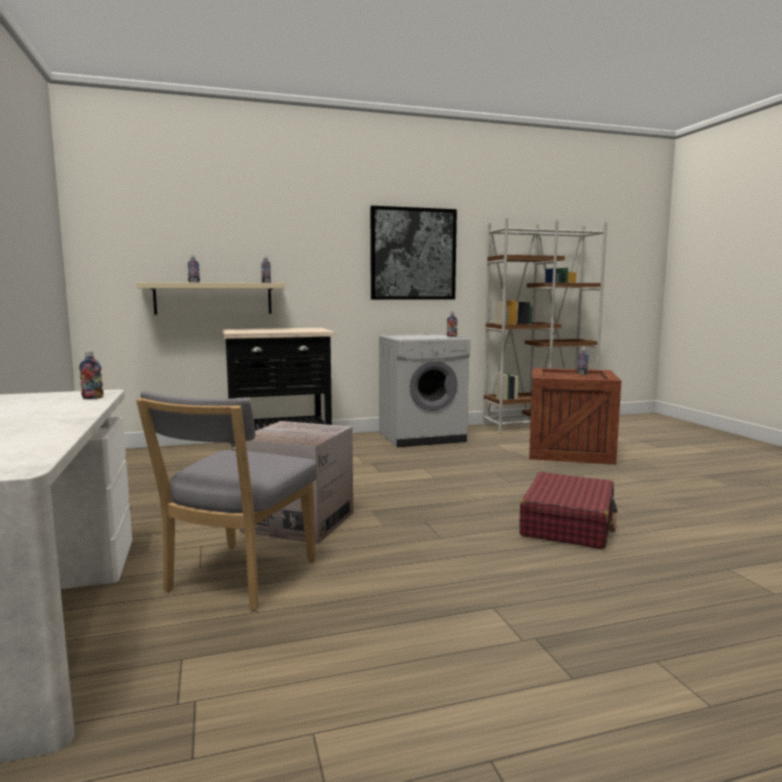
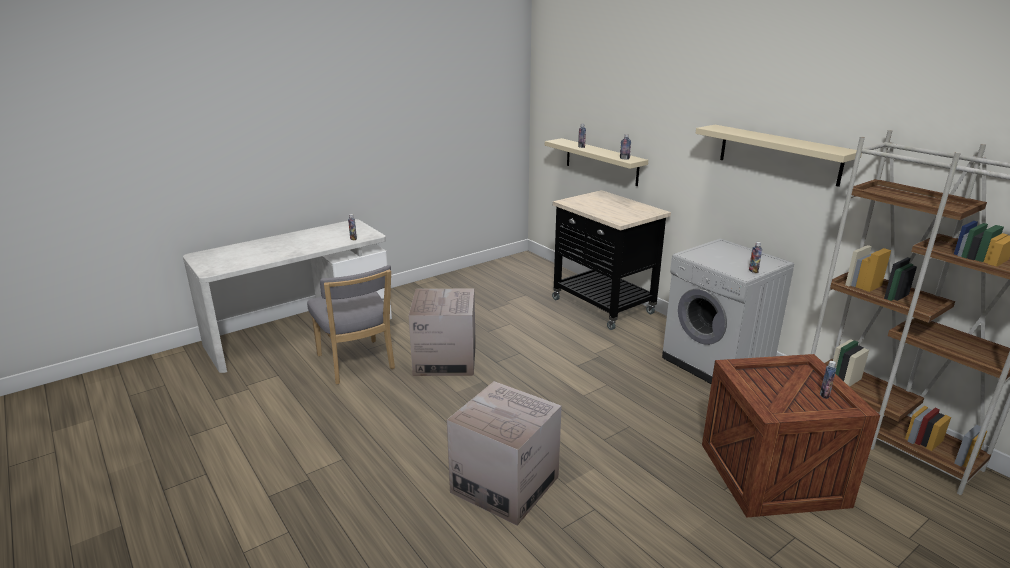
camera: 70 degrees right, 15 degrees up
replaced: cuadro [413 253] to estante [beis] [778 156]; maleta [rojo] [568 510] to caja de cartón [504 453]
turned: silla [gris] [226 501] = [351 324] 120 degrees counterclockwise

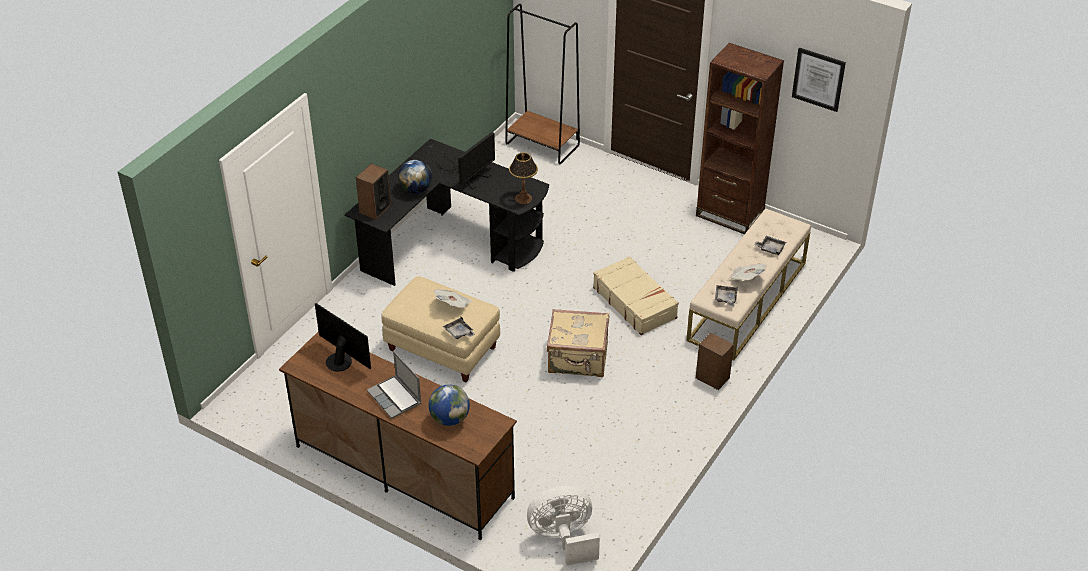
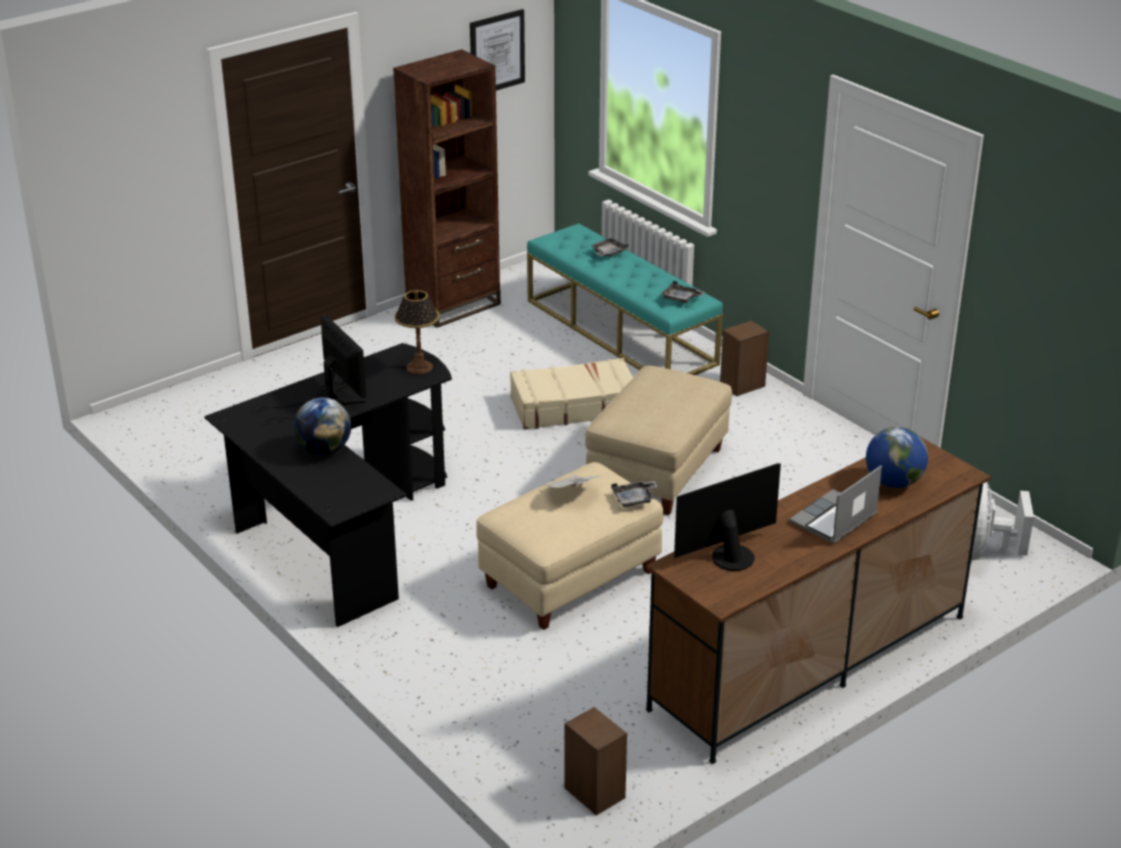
camera: 70 degrees left, 10 degrees down
removed: perchero [542 84]; periódico [748 271]
moved: altavoz [373 191] to [595 761]
replaced: maleta [beis] [578 343] to puf [beis] [658 440]
recoloured: banco [beis] [748 284] to banco [turquesa] [625 299]
turned: portátil [394 385] = [835 504] 150 degrees clockwise

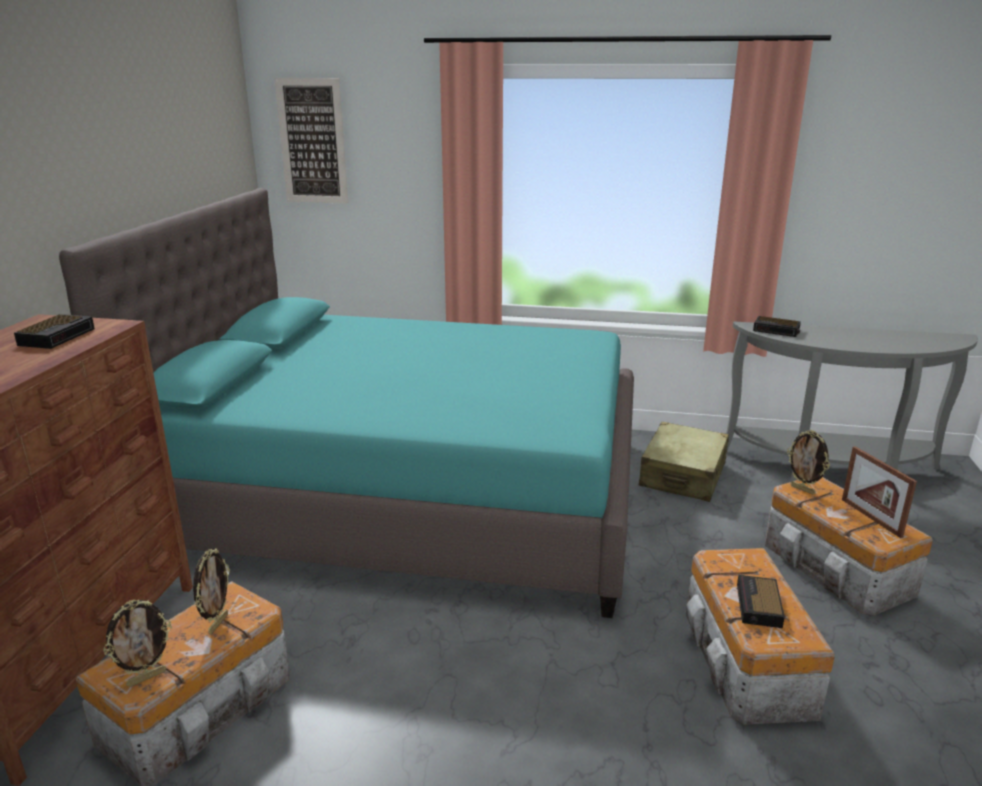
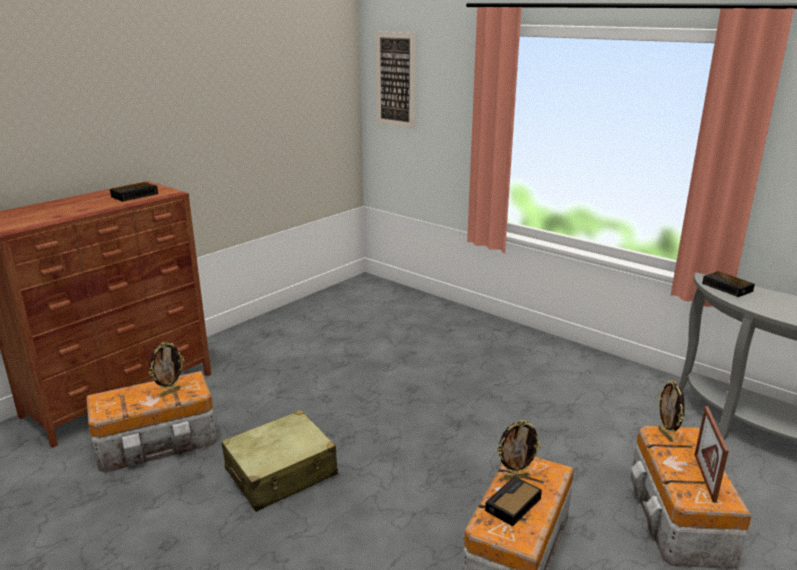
camera: 30 degrees right, 0 degrees up
removed: cama [turquesa] [346 403]
moved: portarretratos [137 643] to [519 450]; maleta [beis] [684 462] to [279 461]

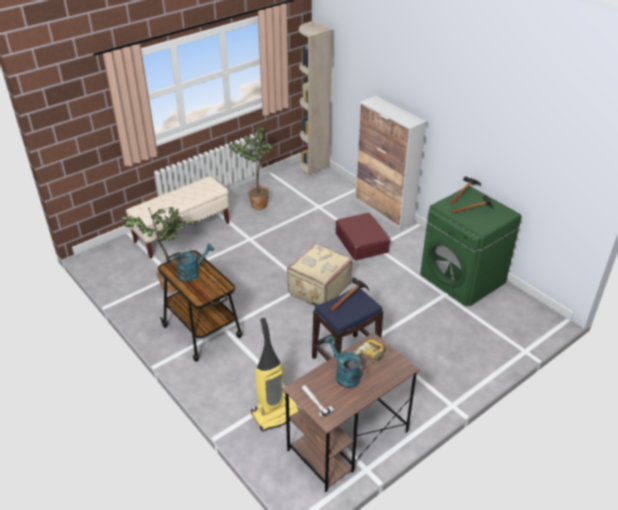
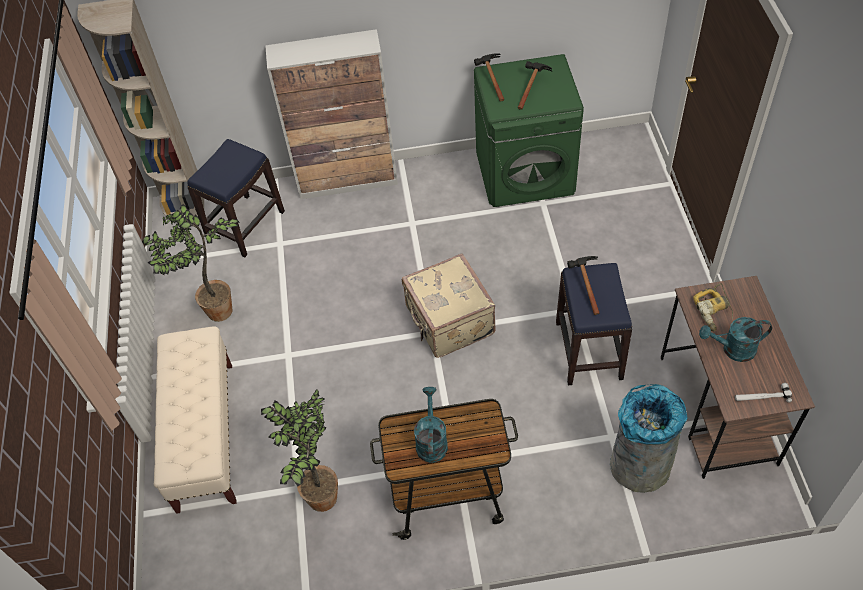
camera: 55 degrees left, 15 degrees up
removed: maleta [rojo] [363 236]
added: taburete [236 198]
replaced: aspiradora [275 374] to papelera [gris] [649 438]

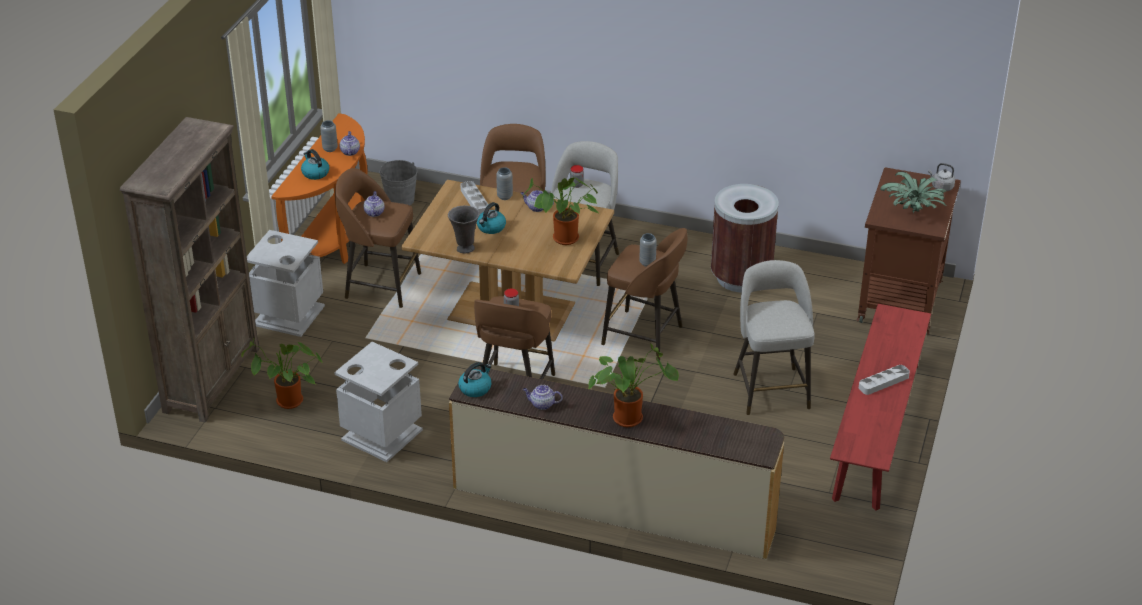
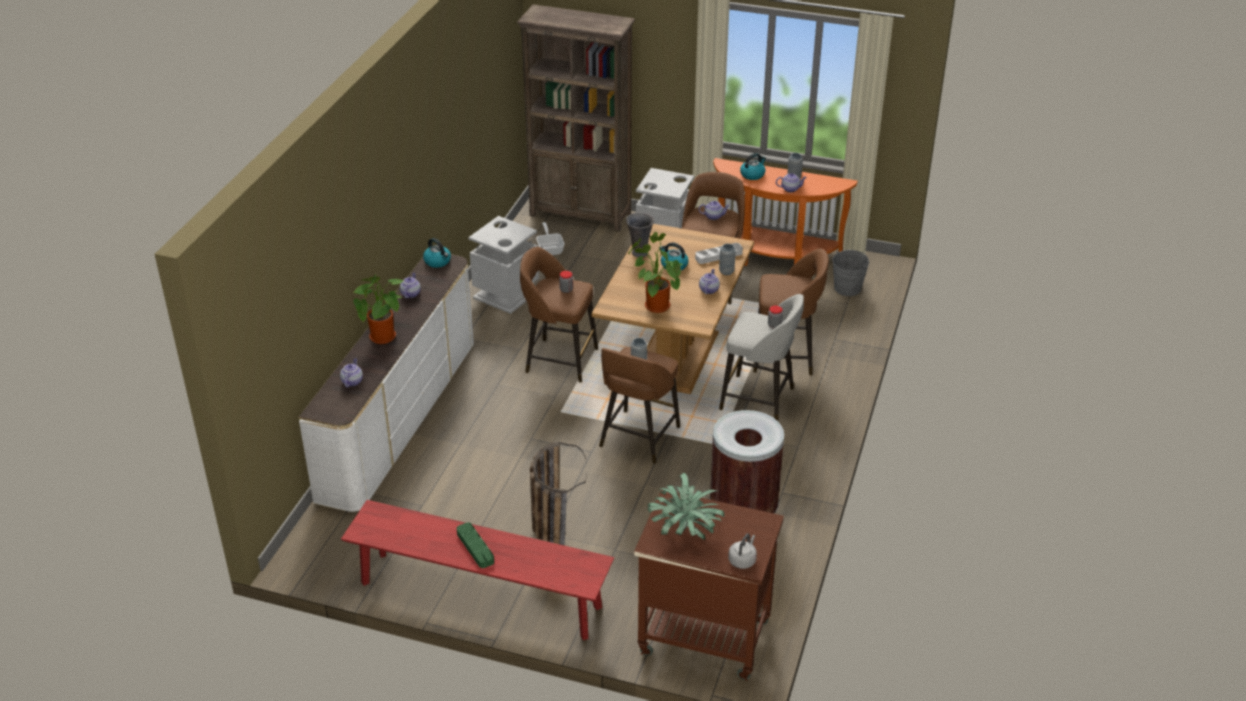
camera: 90 degrees right, 0 degrees up
added: tetera [351 373]
replaced: planta en maceta [282 373] to sartén [550 238]; taburete [gris] [774 337] to cesta [558 494]
recoloured: armario [marrón] [617 463] to armario [blanco] [386 383]; bandeja [gris] [884 380] to bandeja [verde] [475 545]

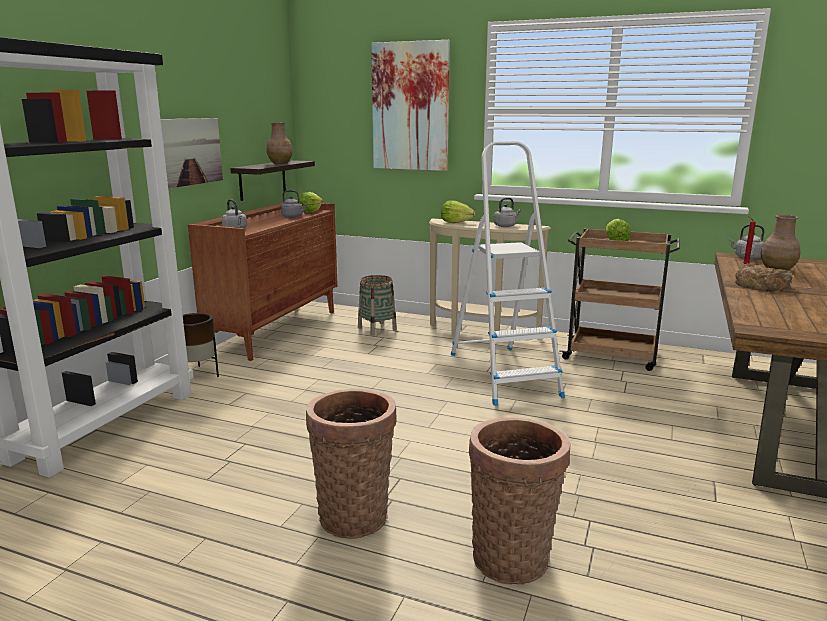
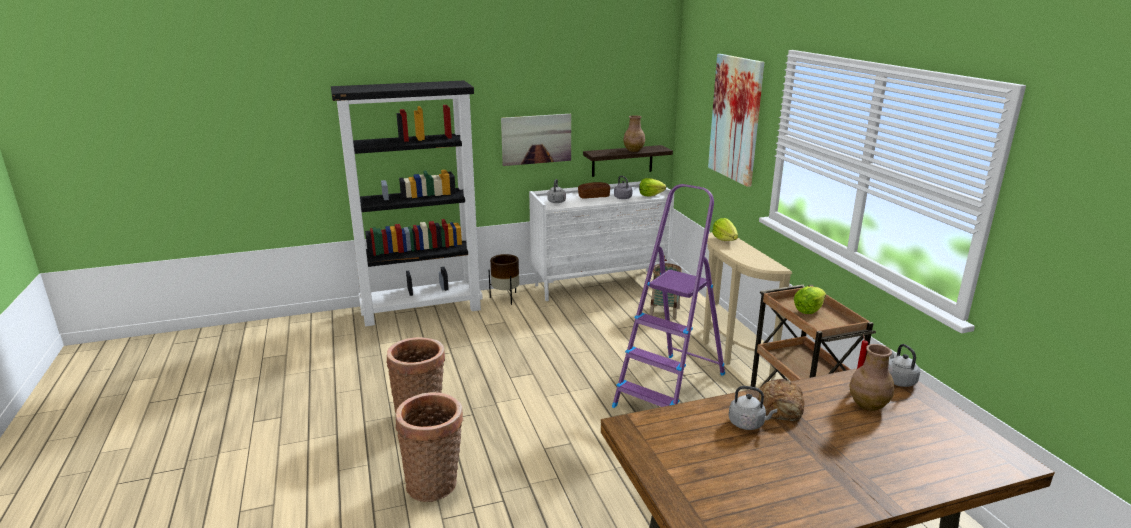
camera: 50 degrees right, 5 degrees up
added: pan [594 190]
moved: hervidor [gris] [507 212] to [753 408]
recoloured: armario [marrón] [263 282] to armario [blanco] [601 241]; escalera de tijera [blanco] [508 273] to escalera de tijera [morado] [668 296]

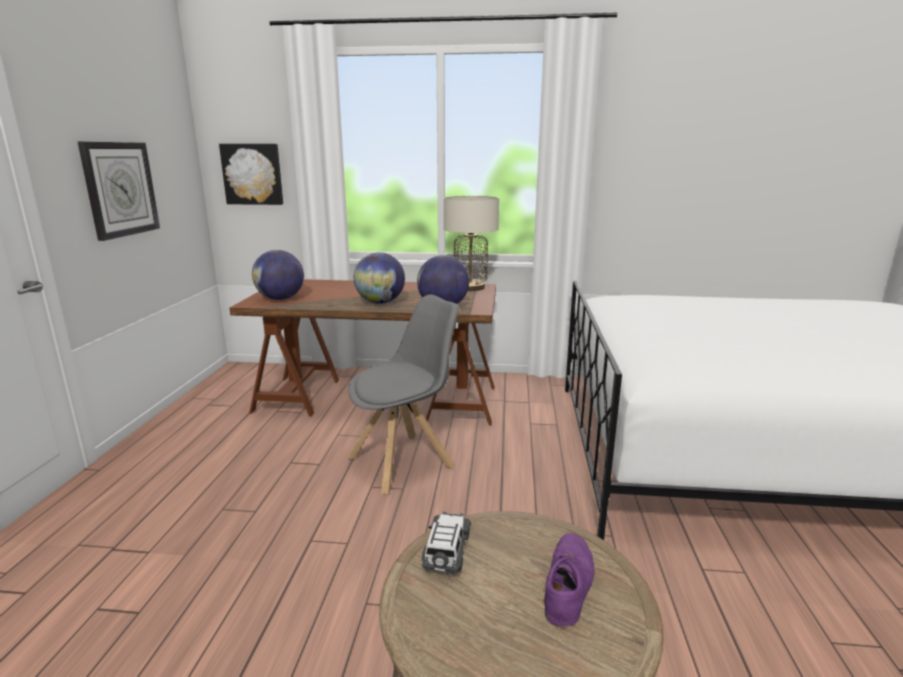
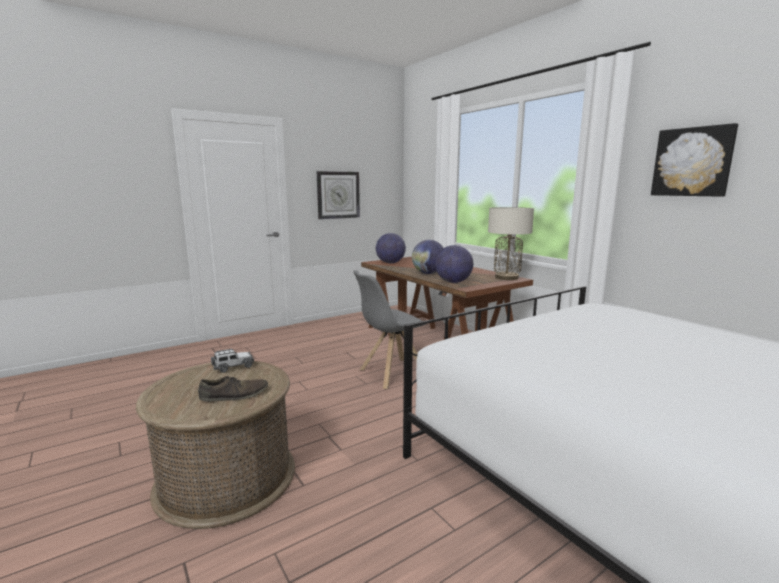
camera: 50 degrees right, 5 degrees down
moved: cuadro [251 174] to [694 160]
recoloured: zapato [morado] [569 579] to zapato [marrón] [233 389]
turned: silla [gris] [403 394] = [389 329] 135 degrees clockwise

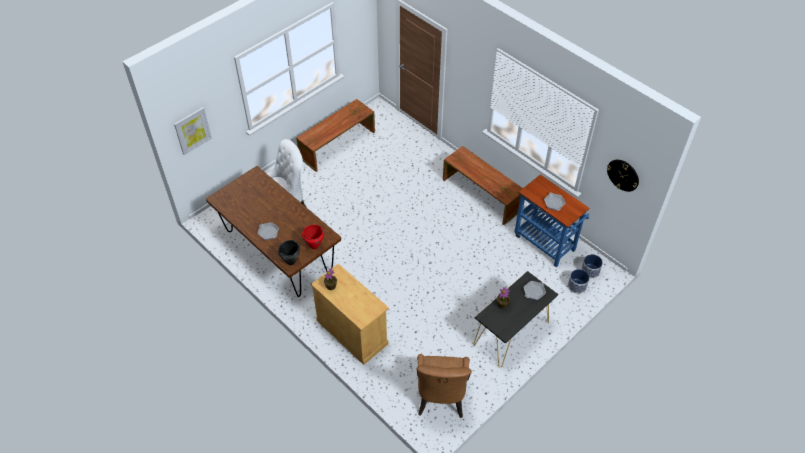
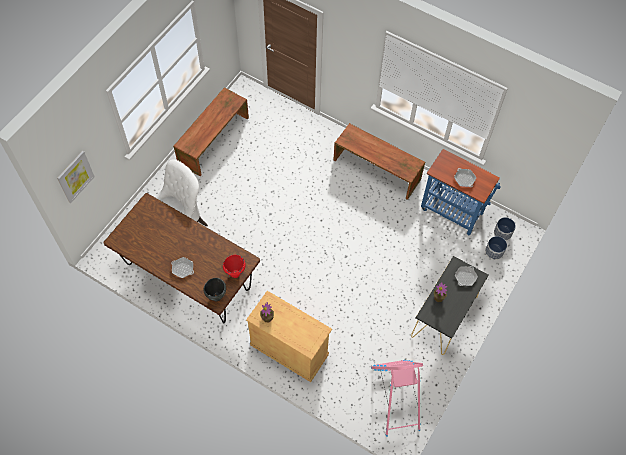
camera: 15 degrees left, 10 degrees up
removed: reloj de pared [623 175]
replaced: silla [marrón] [444 386] to escalera de tijera [rosa] [397 398]

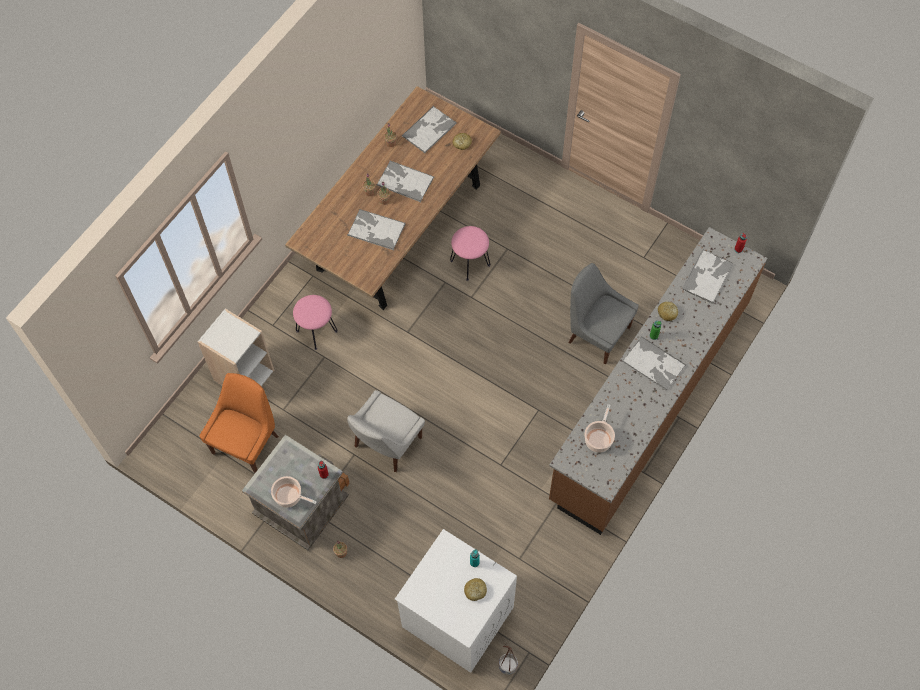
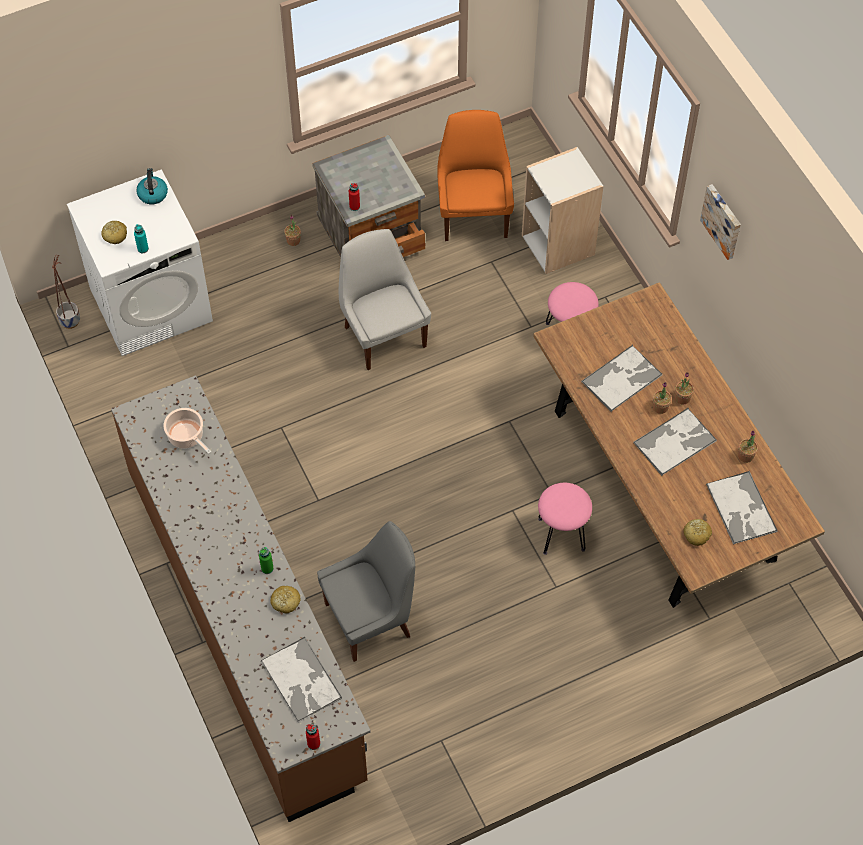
camera: 120 degrees right, 5 degrees down
removed: olla [294 492]; bandeja [654 363]
added: hervidor [152 186]; cuadro [720 222]
turned: silla [naranja] [239 423] = [475 175] 150 degrees counterclockwise

